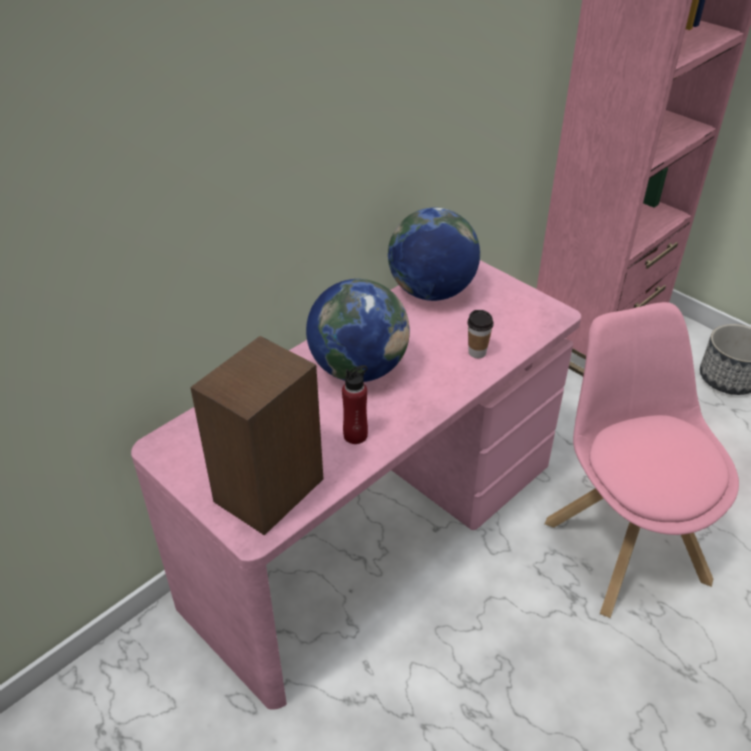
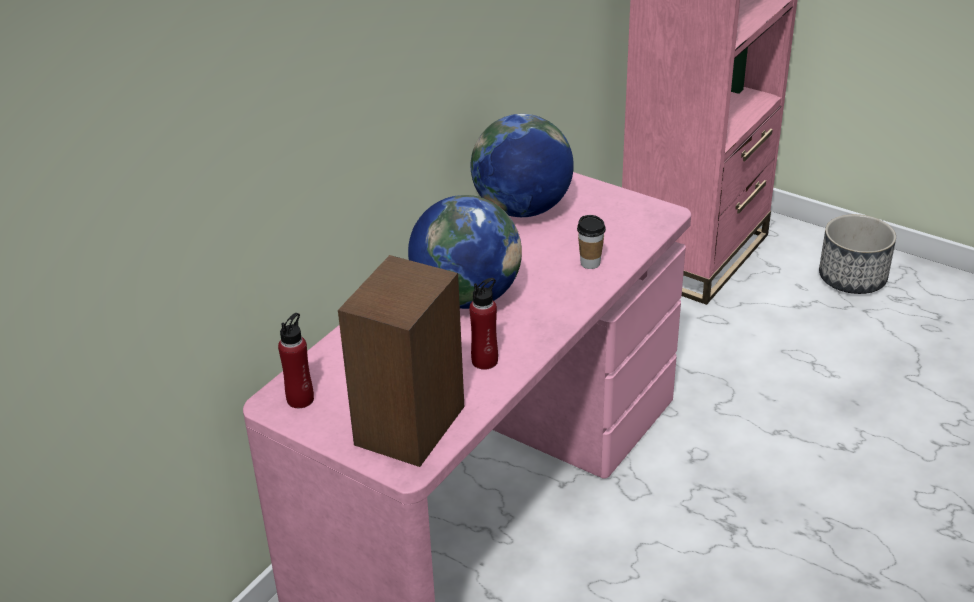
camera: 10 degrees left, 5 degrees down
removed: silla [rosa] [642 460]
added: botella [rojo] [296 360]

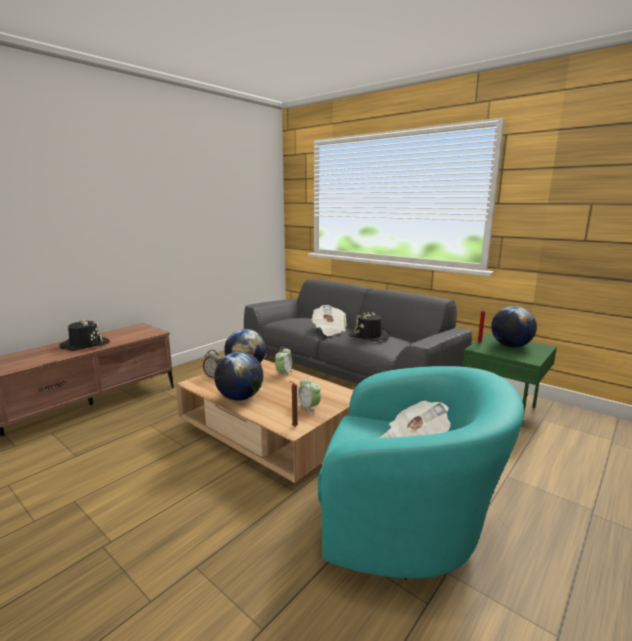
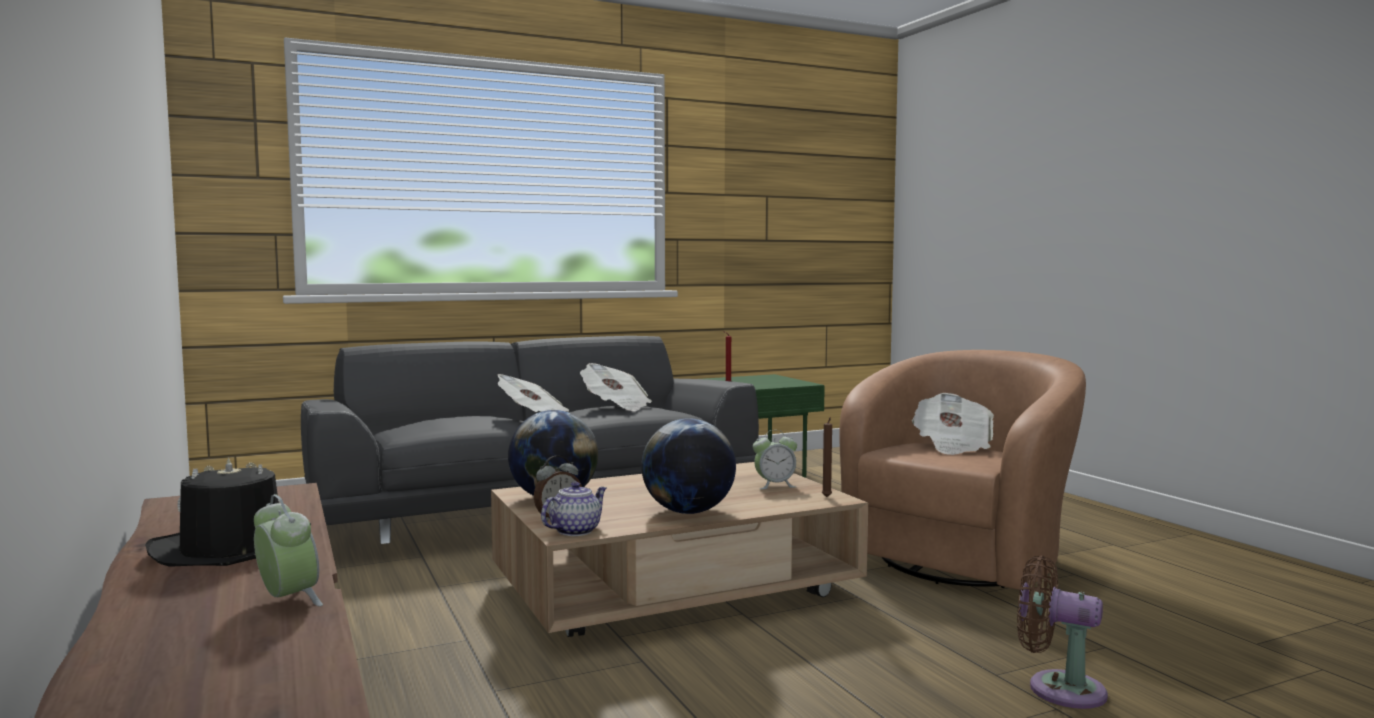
camera: 65 degrees left, 10 degrees down
removed: globo terráqueo [514 326]
added: tetera [574 509]; ventilador [marrón] [1062 632]
moved: despertador [284 362] to [288 550]
replaced: sombrero [negro] [369 326] to periódico [616 387]
recoloured: sillón [turquesa] [421 473] to sillón [marrón] [962 470]

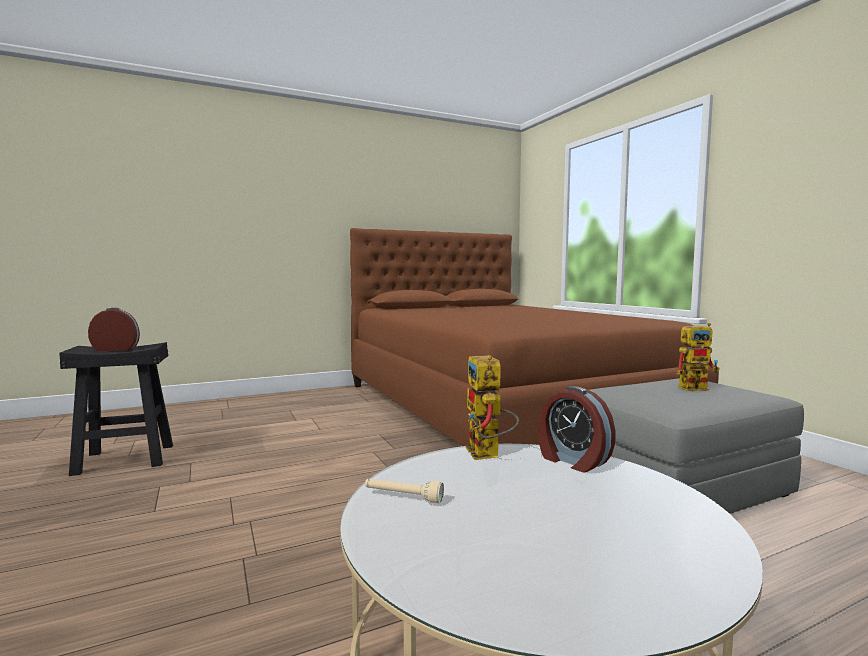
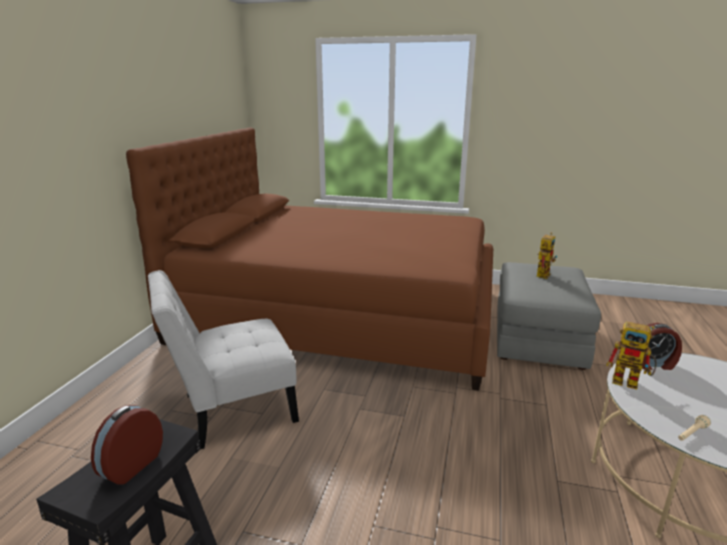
camera: 50 degrees left, 15 degrees up
added: silla [blanco] [223 359]

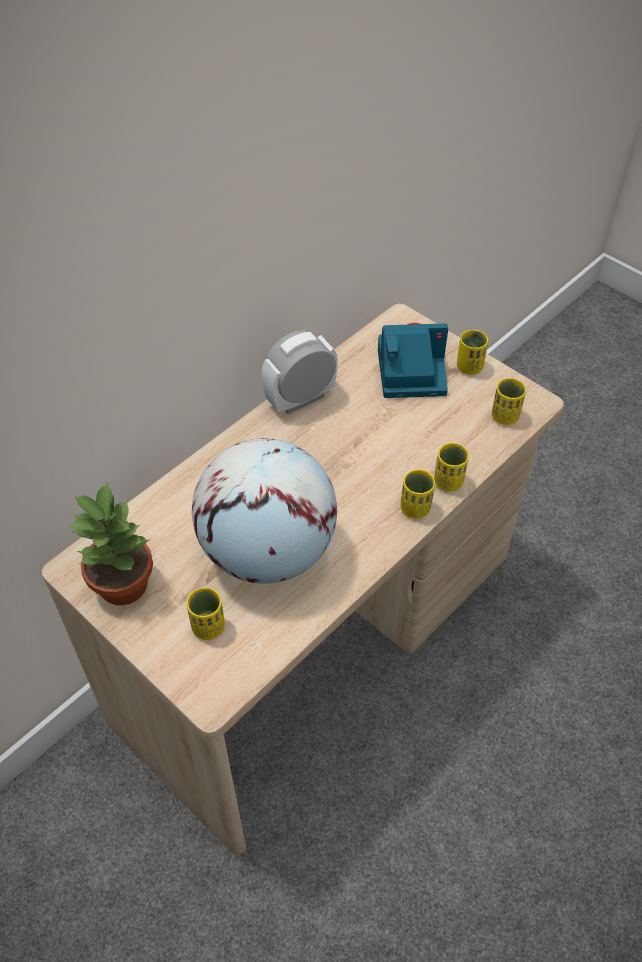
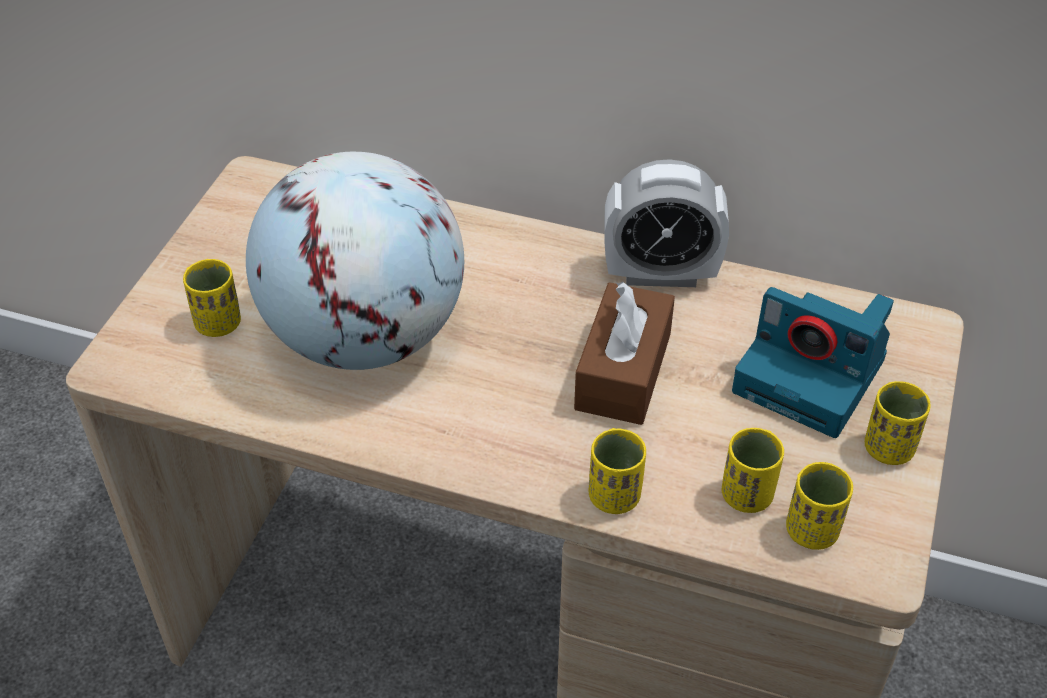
camera: 65 degrees right, 5 degrees down
removed: planta en maceta [111 543]
added: caja de pañuelos [marrón] [624 353]
moved: taza [amarillo] [418 494] to [752 470]
turned: despertador [299 372] = [667 223] 150 degrees clockwise; cámara [413 360] = [813 362] 150 degrees clockwise

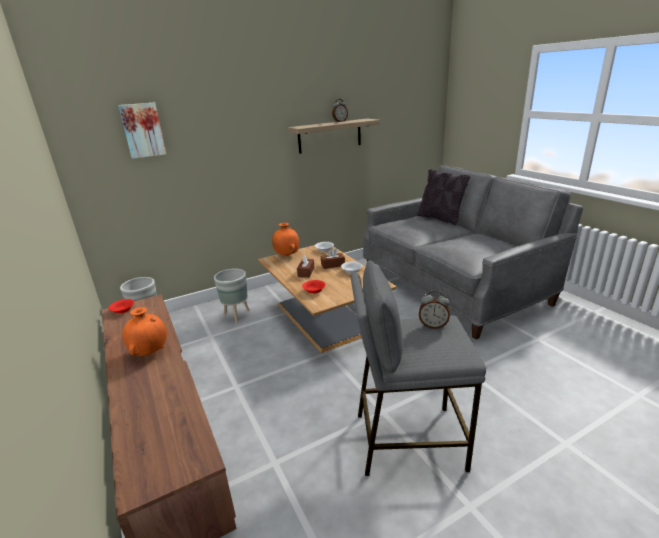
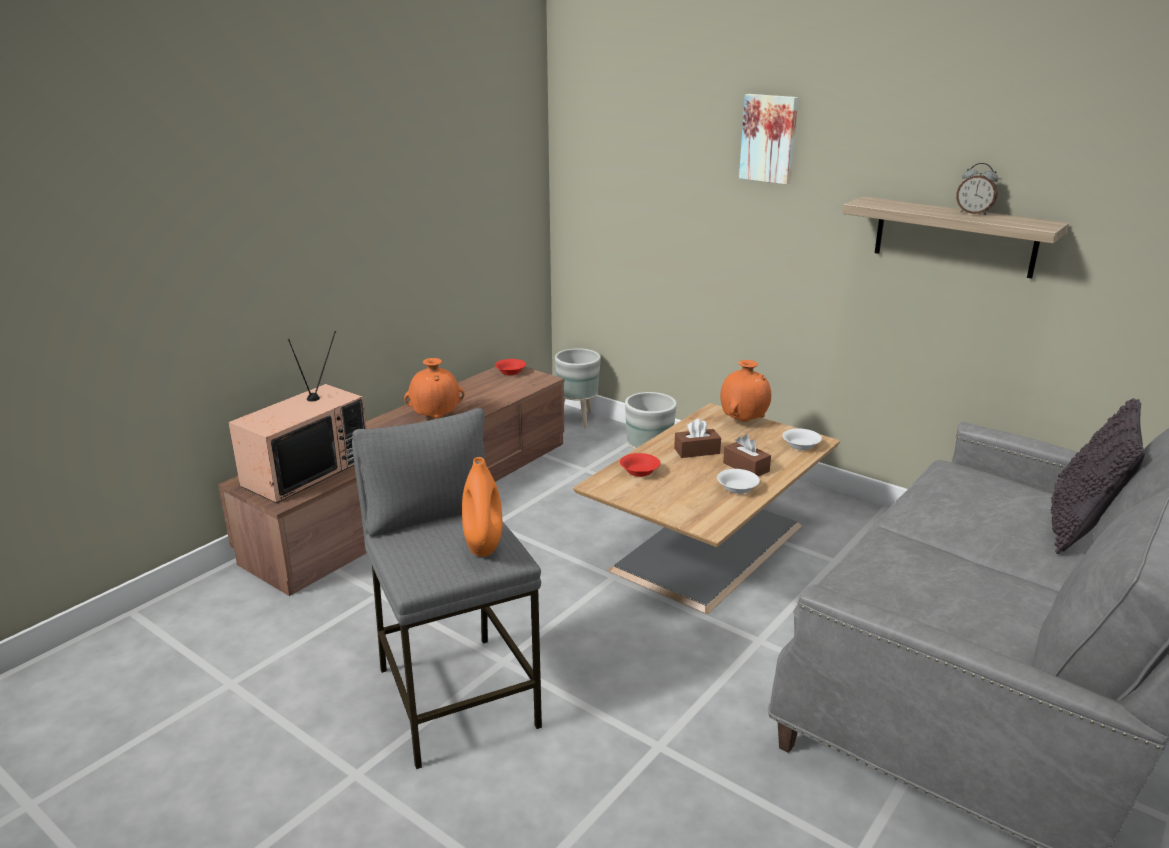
camera: 65 degrees right, 0 degrees up
added: televisor [297 417]
moved: cuadro [142 130] to [768 139]
replaced: despertador [434 309] to florero [naranja] [482 507]

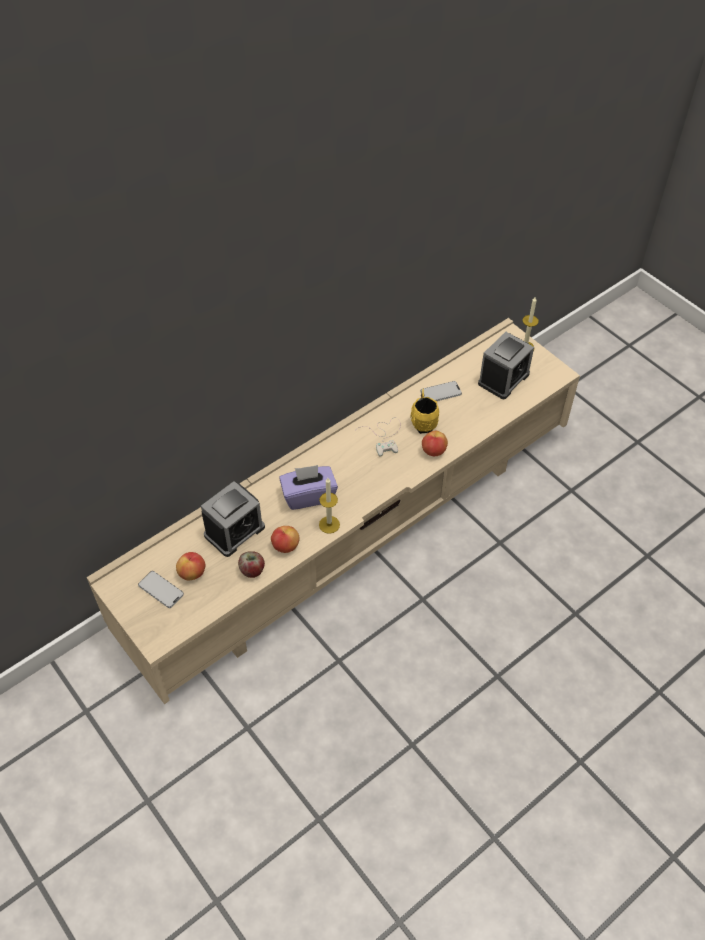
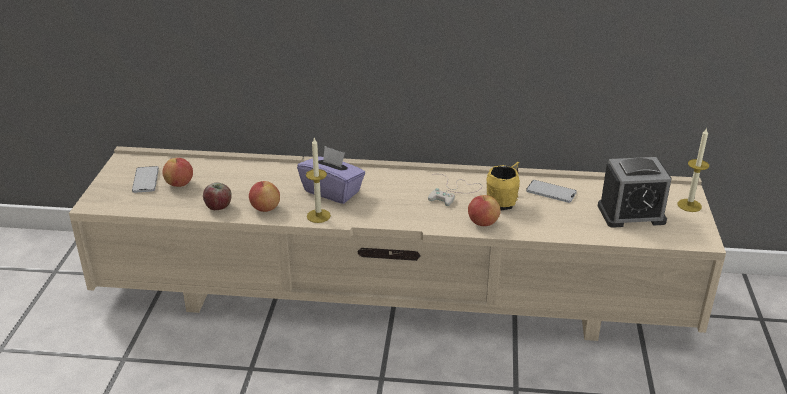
camera: 45 degrees right, 20 degrees down
removed: despertador [233 519]

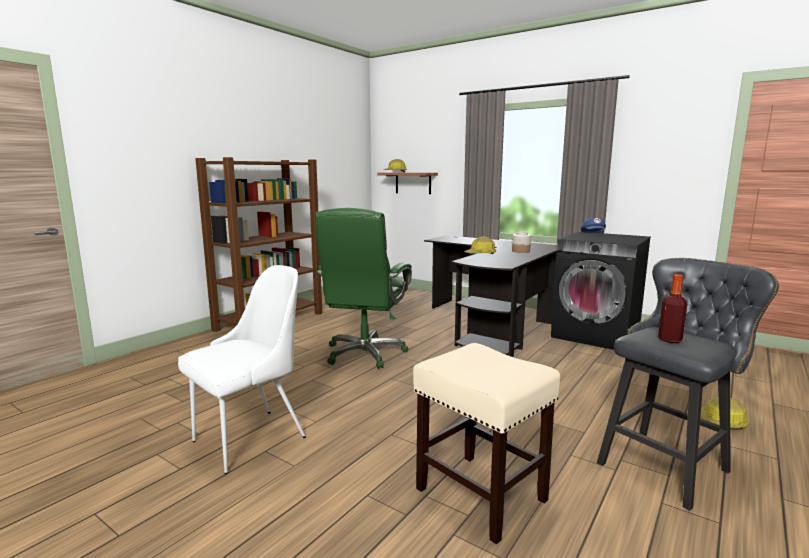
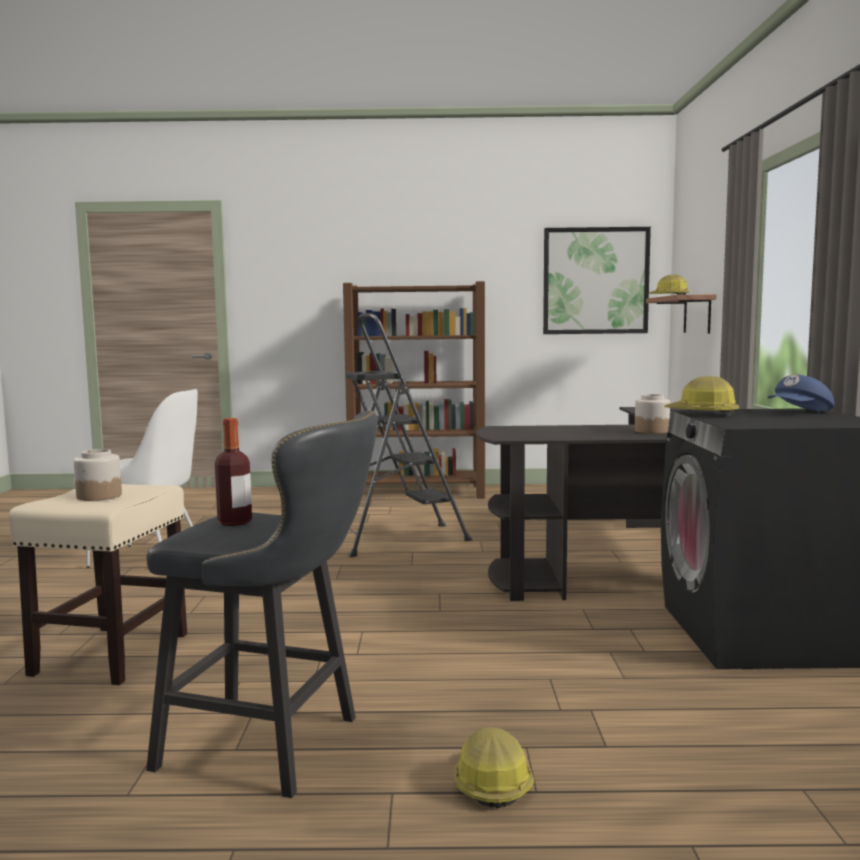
camera: 55 degrees right, 5 degrees down
added: tarro [98 475]; cuadro [597 280]
moved: casco [480 245] to [702 396]
replaced: silla de oficina [verde] [363 288] to escalera de tijera [409 435]

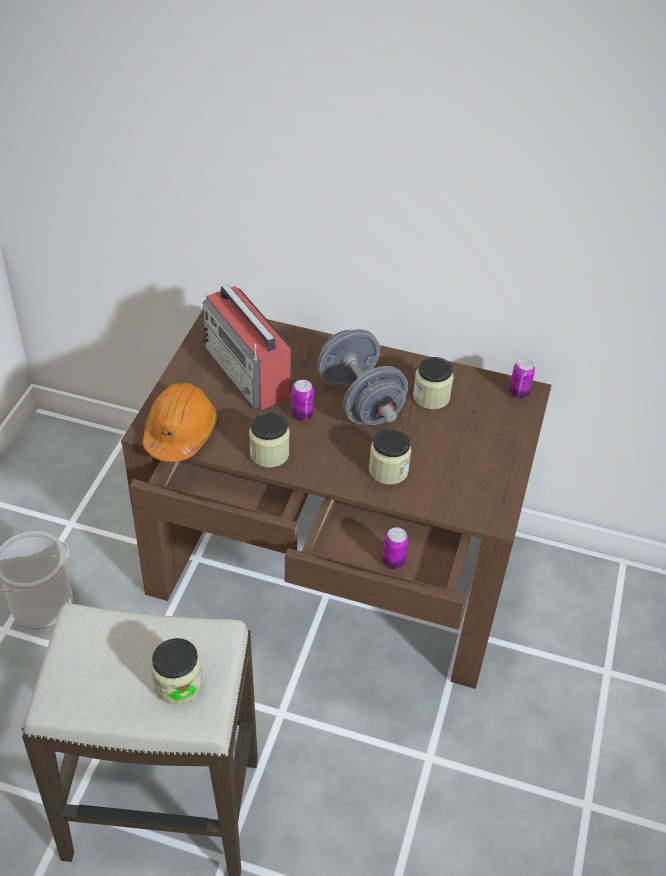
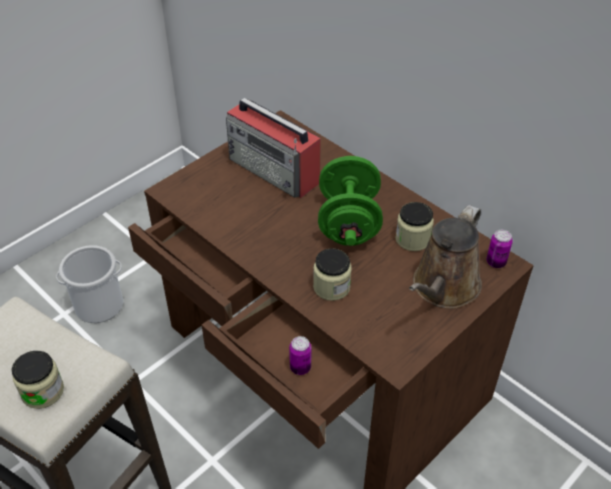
camera: 30 degrees right, 0 degrees up
removed: casco [naranja] [180 422]; tarro [269 440]; lata [303 400]
added: regadera [marrón] [445 257]
recoloured: mancuerna [gris] [362 377] to mancuerna [verde] [350 201]
turned: radio [247 347] = [273 148] 45 degrees counterclockwise

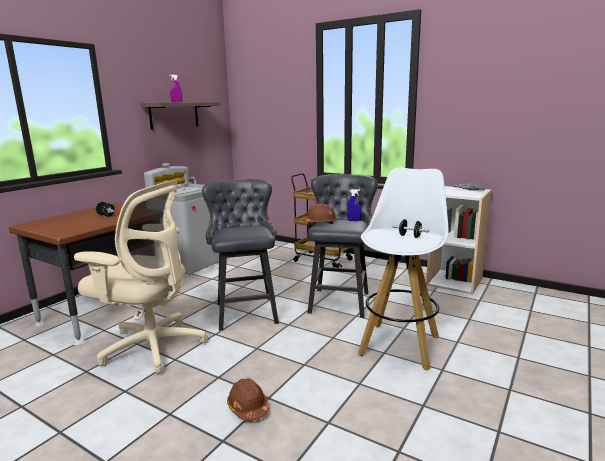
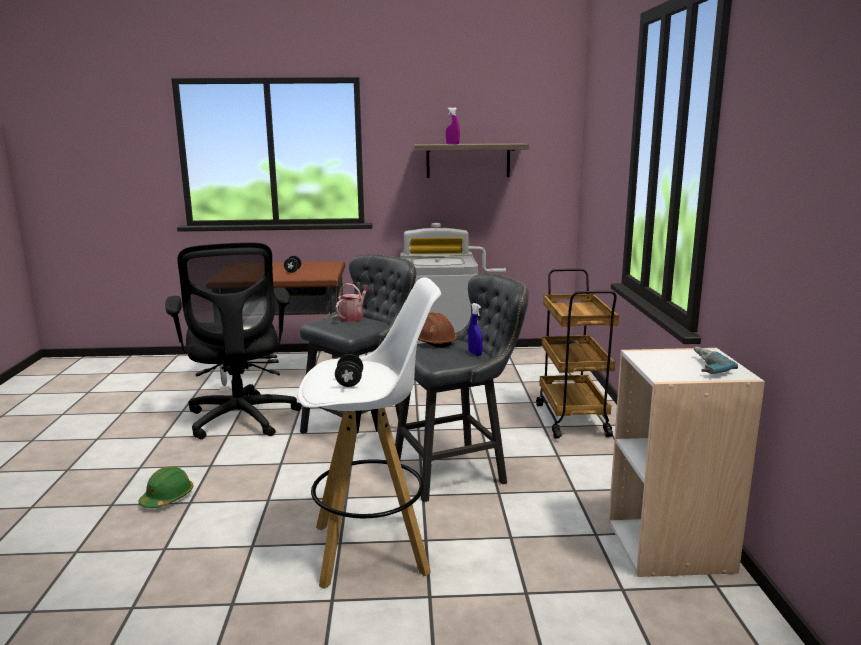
camera: 55 degrees right, 0 degrees up
added: regadera [353 302]
recoloured: silla de oficina [beis] [141 276] to silla de oficina [negro] [233 340]; casco [marrón] [248 399] to casco [verde] [166 487]

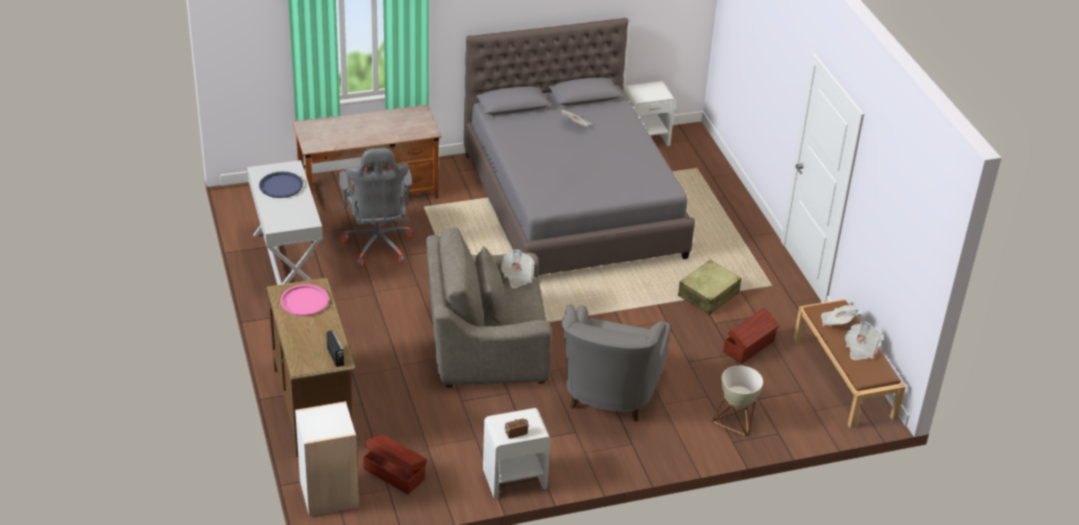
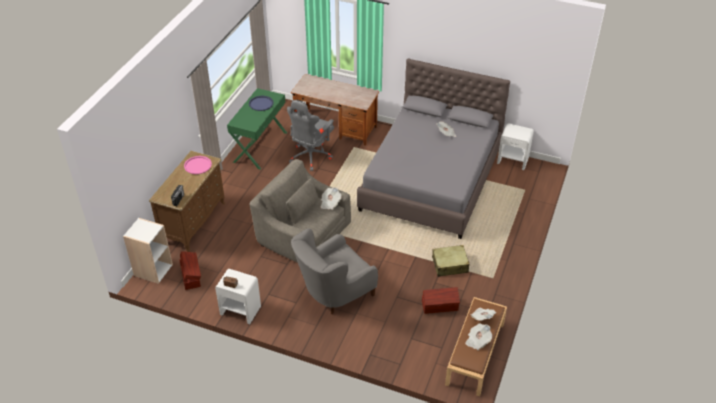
camera: 40 degrees right, 5 degrees up
removed: maceta [737 401]
recoloured: mesa consola [blanco] [285 222] to mesa consola [verde] [257 129]

